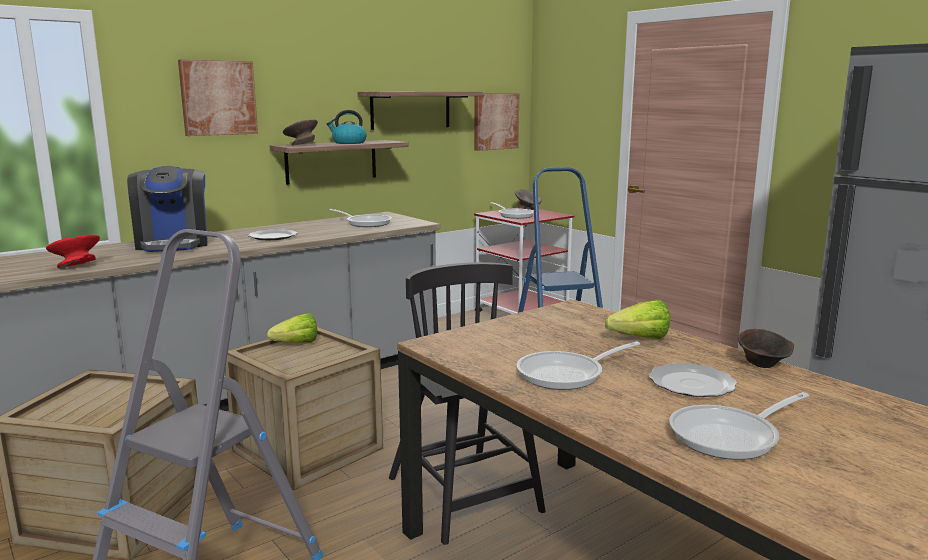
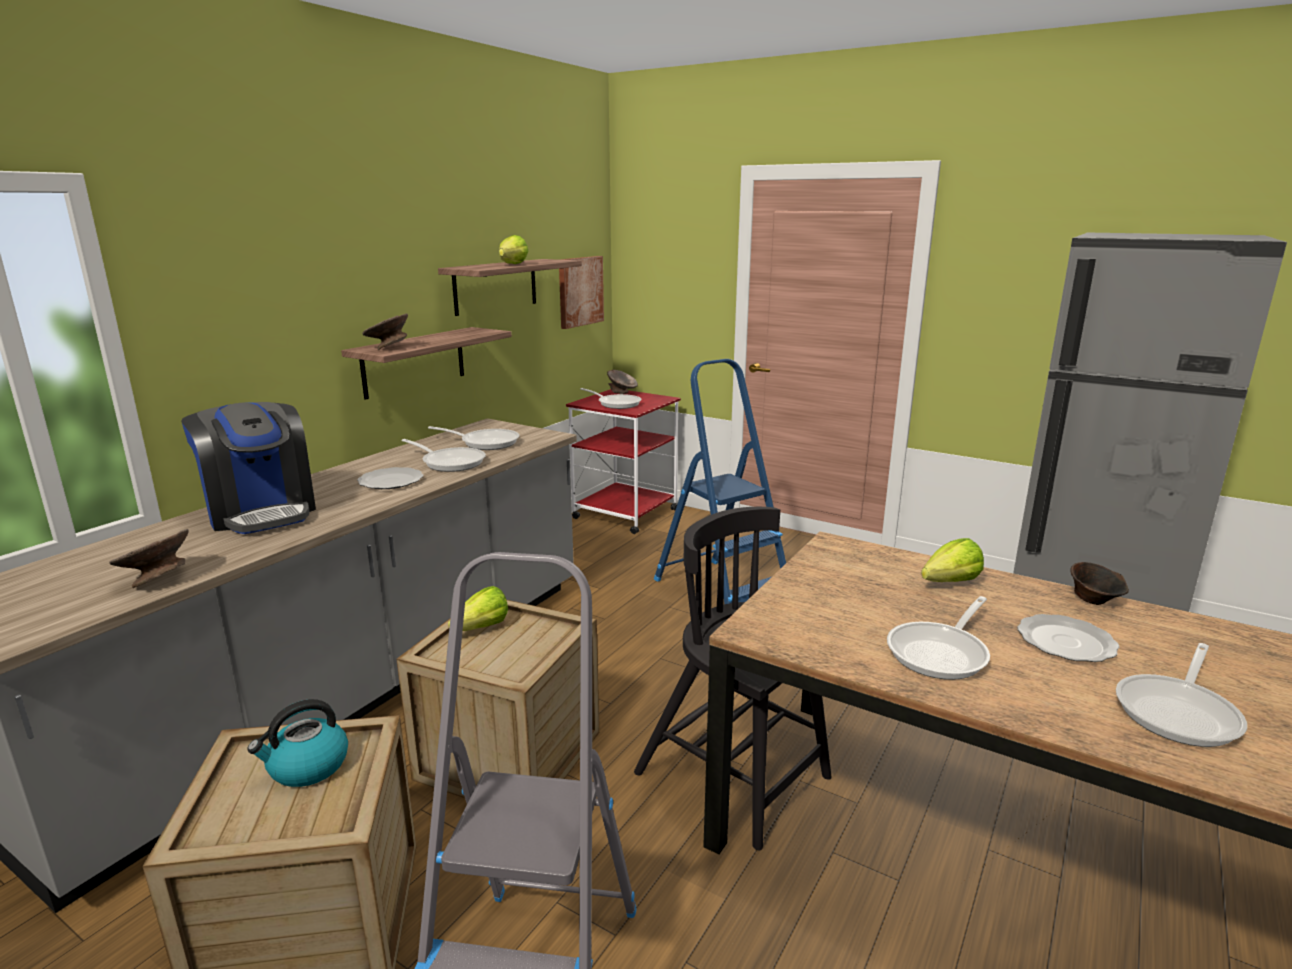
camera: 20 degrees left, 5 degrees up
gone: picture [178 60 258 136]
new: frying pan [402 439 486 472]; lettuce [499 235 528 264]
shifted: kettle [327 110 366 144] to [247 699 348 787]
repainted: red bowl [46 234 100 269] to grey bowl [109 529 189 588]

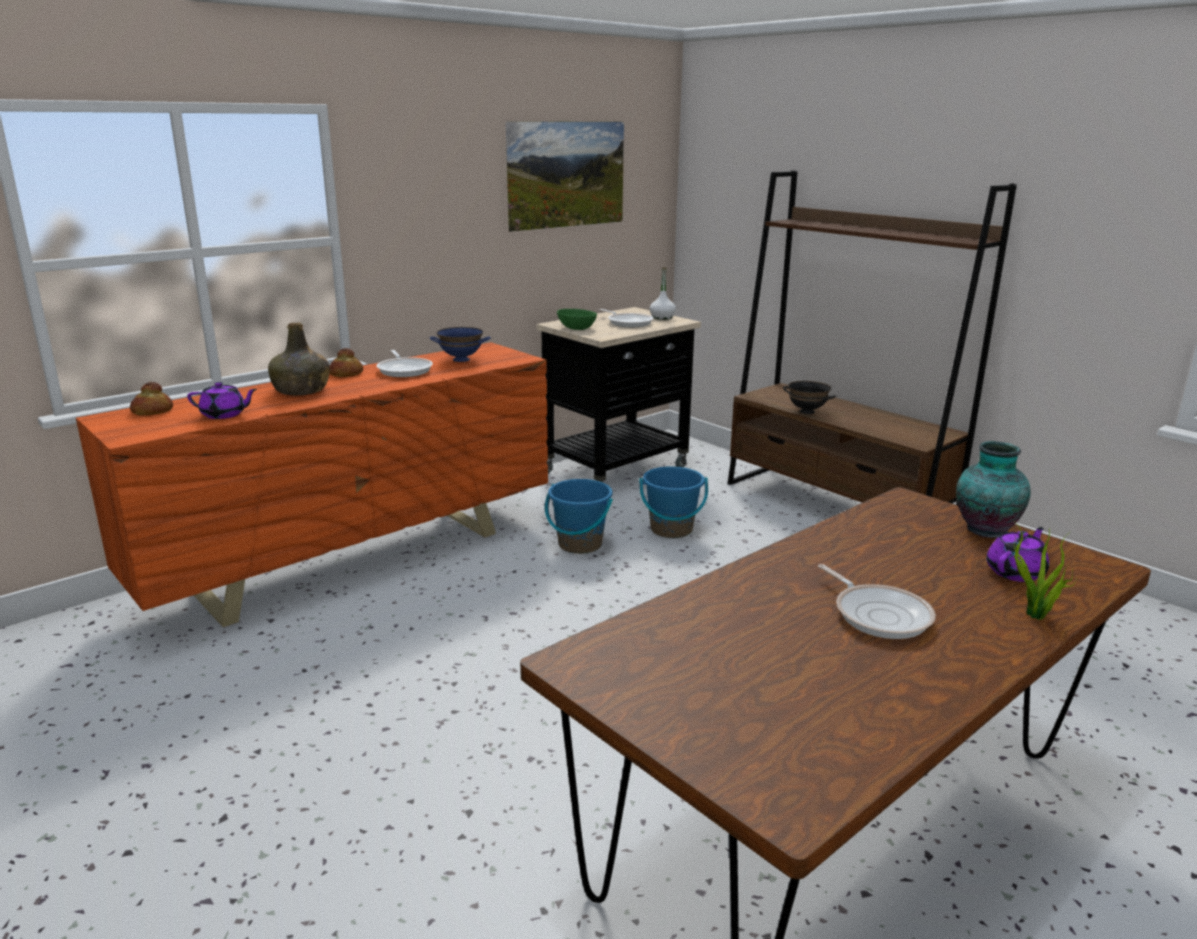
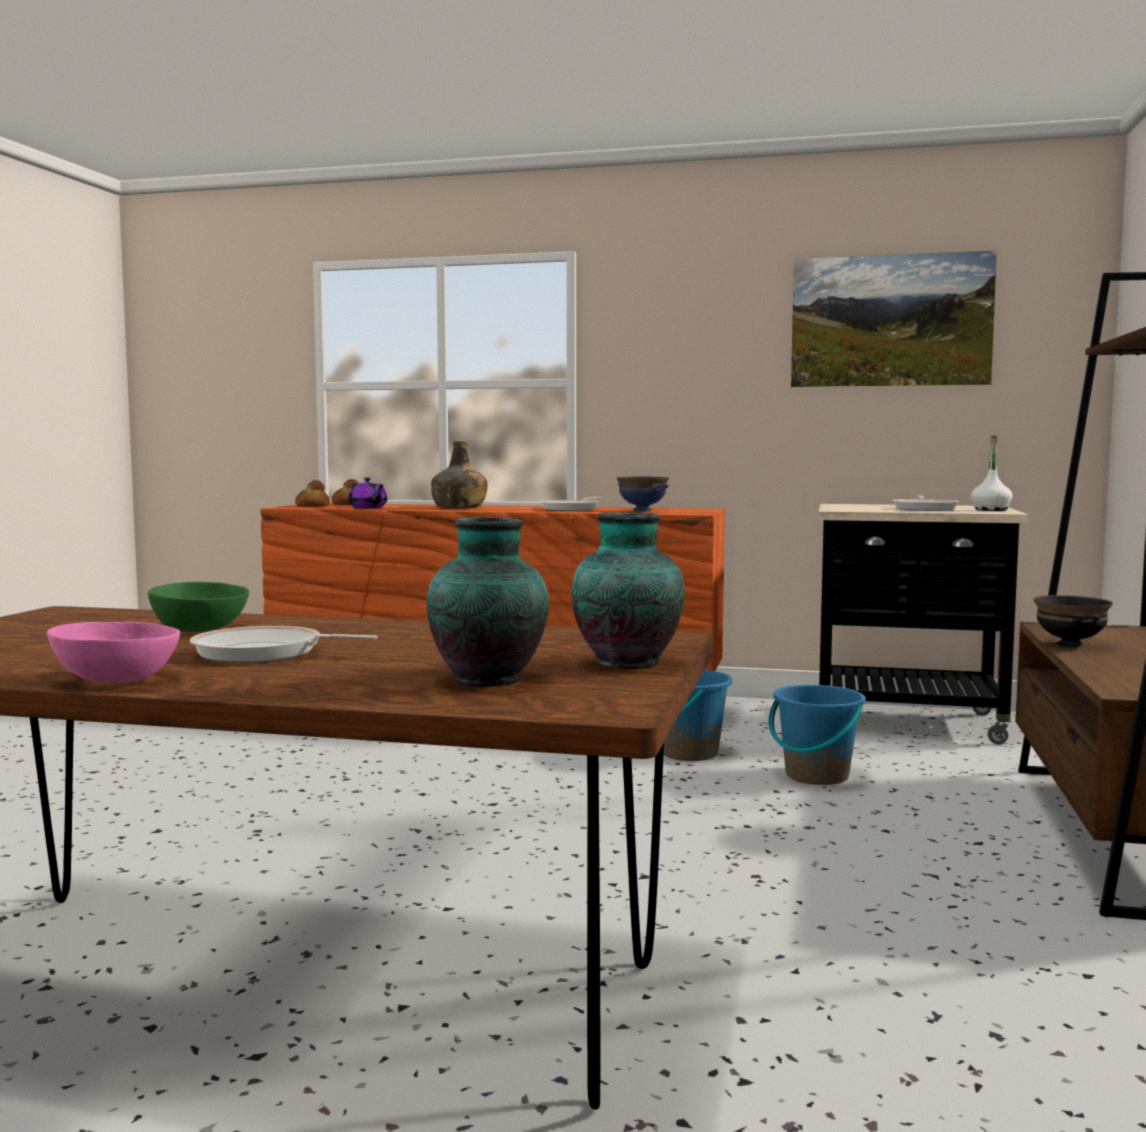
camera: 55 degrees right, 15 degrees down
gone: potted plant [1014 521 1077 620]
new: pink bowl [47 622 180 683]
shifted: green bowl [557 309 597 330] to [148 582 250 632]; bread [329 348 363 377] to [295 480 330 507]
swapped: purple teapot [986 527 1049 582] to vase [427 517 549 687]
rotated: frying pan [818 564 936 639] = [190 626 378 662] 75 degrees clockwise

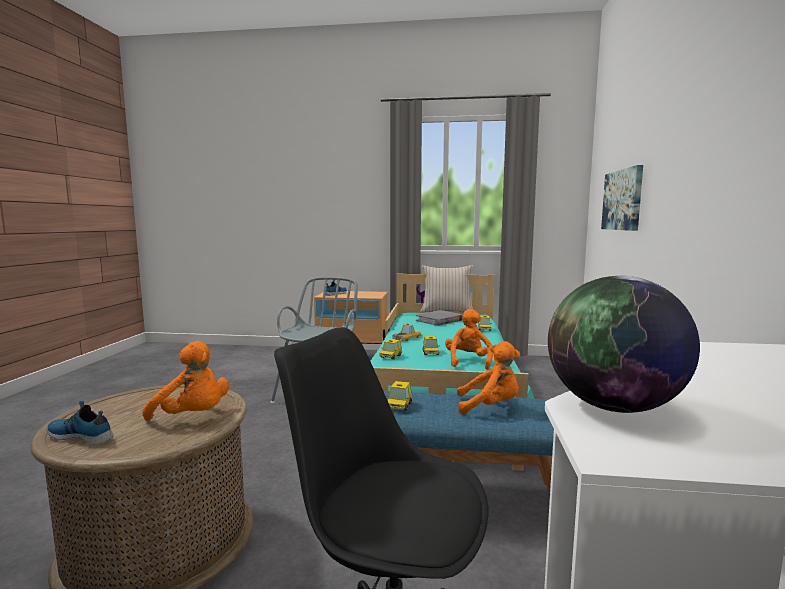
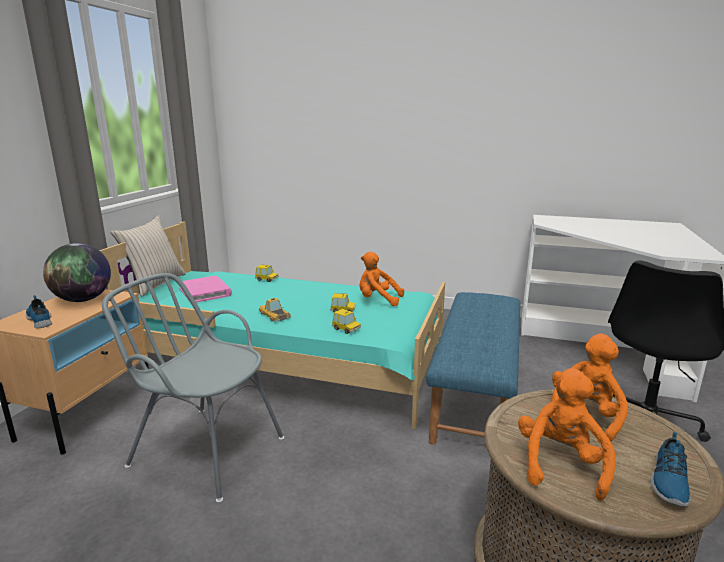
camera: 80 degrees left, 10 degrees up
gone: toy car [387 381 412 411]; picture [601 165 643 231]
shifted: globe [548 276 700 413] to [43 243 111 302]; orange plush toy [457 341 520 415] to [518 368 616 501]
repainted: grey book [416 310 463 326] to pink book [180 276 232 303]

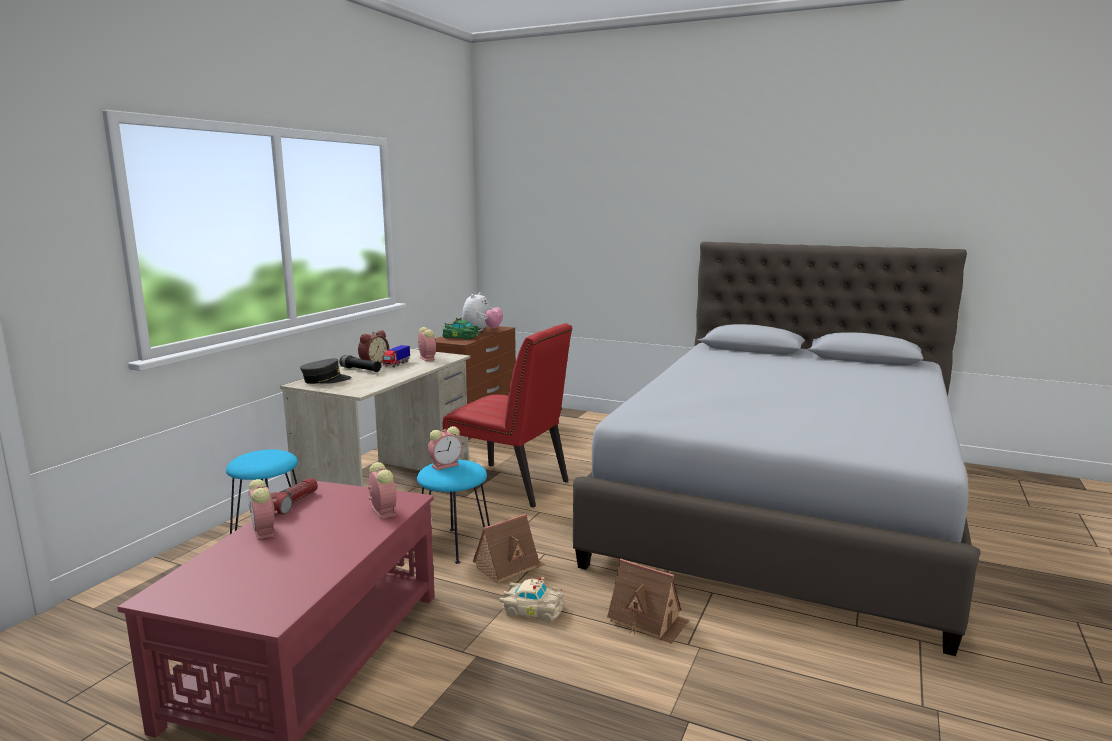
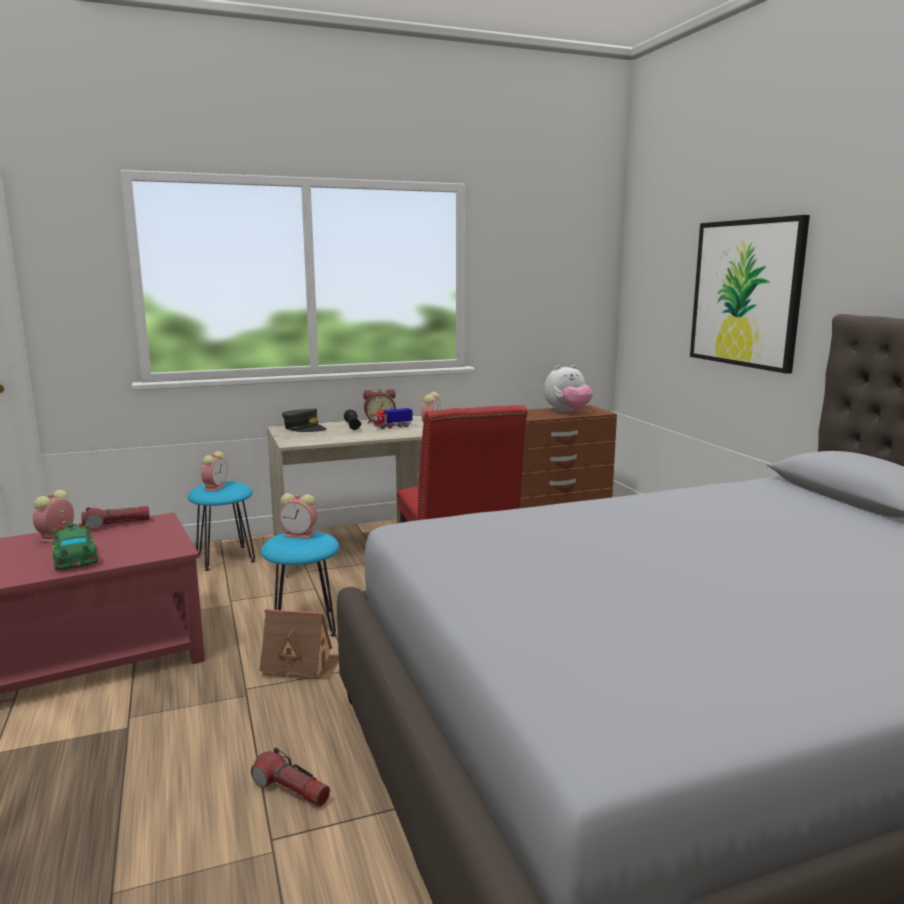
camera: 45 degrees right, 0 degrees up
gone: beige toy car [499 577 565 623]
new: picture [690 215 810 374]
shifted: green toy car [442 318 481 340] to [52 522 98 570]; alarm clock [368 462 397 519] to [201 451 227 492]
swapped: toy house [607 558 690 644] to flashlight [251 748 330 807]

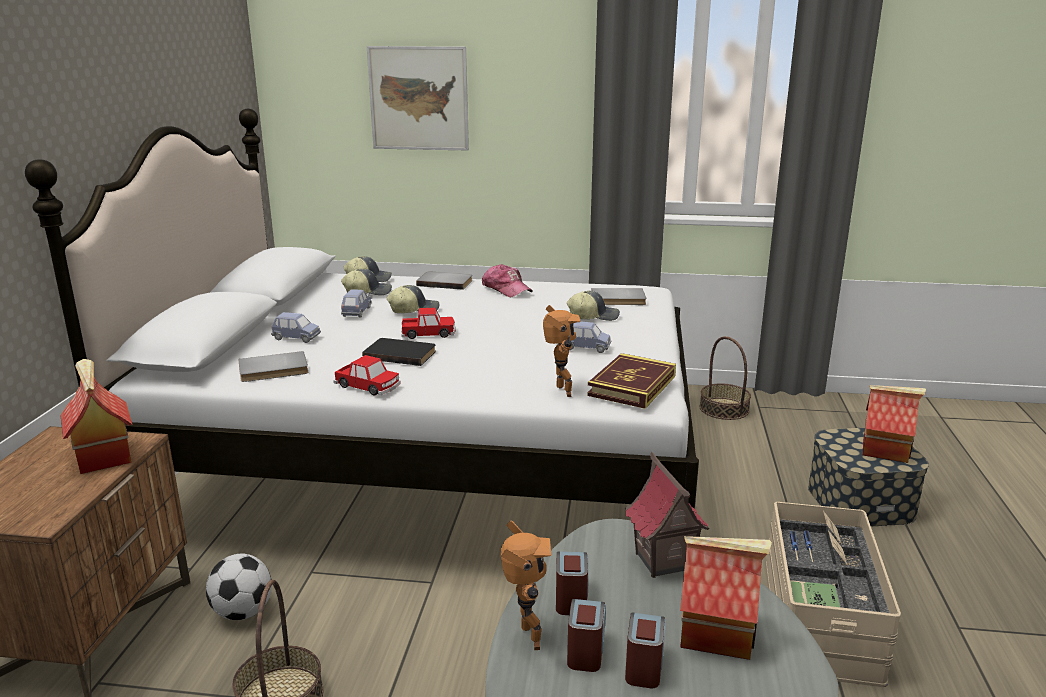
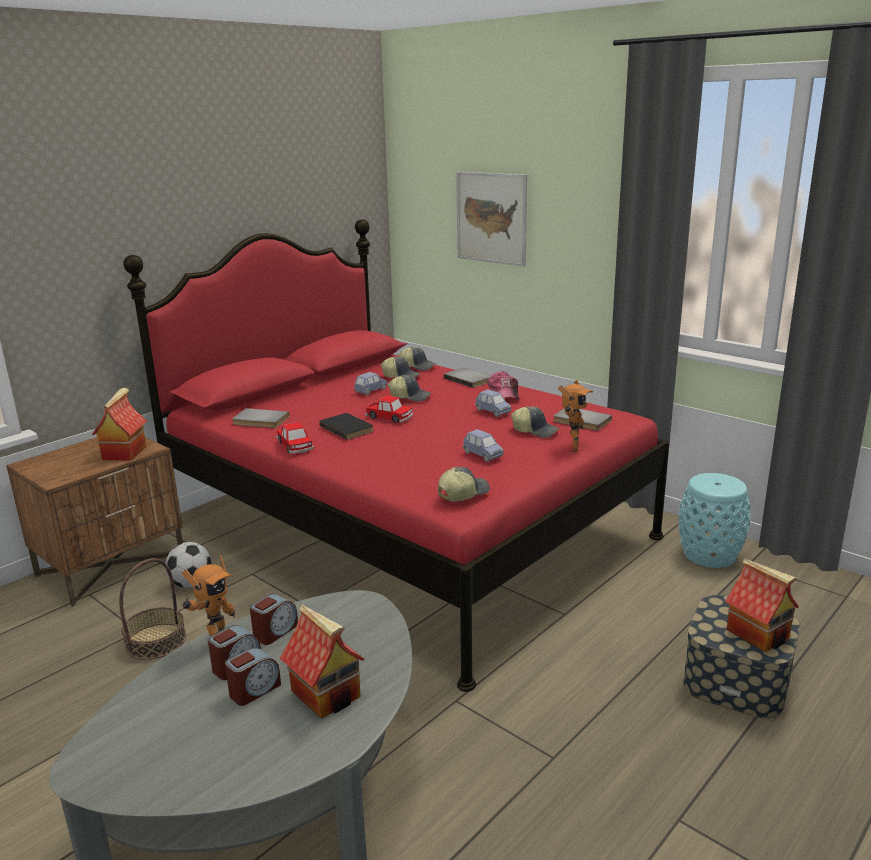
camera: 35 degrees right, 0 degrees up
gone: toy house [625 452 710 578]; beige storage box [765 502 901 687]
shifted: blue toy car [271 312 321 343] to [475 390 512 417]; toy robot [543 305 581 397] to [558 380 593 452]
swapped: book [587 353 676 409] to cap [438 467 490 502]; basket [699 336 751 420] to turquoise stool [679 473 750 568]
repainted: white bed [25 109 699 509] to red bed [123 219 669 692]

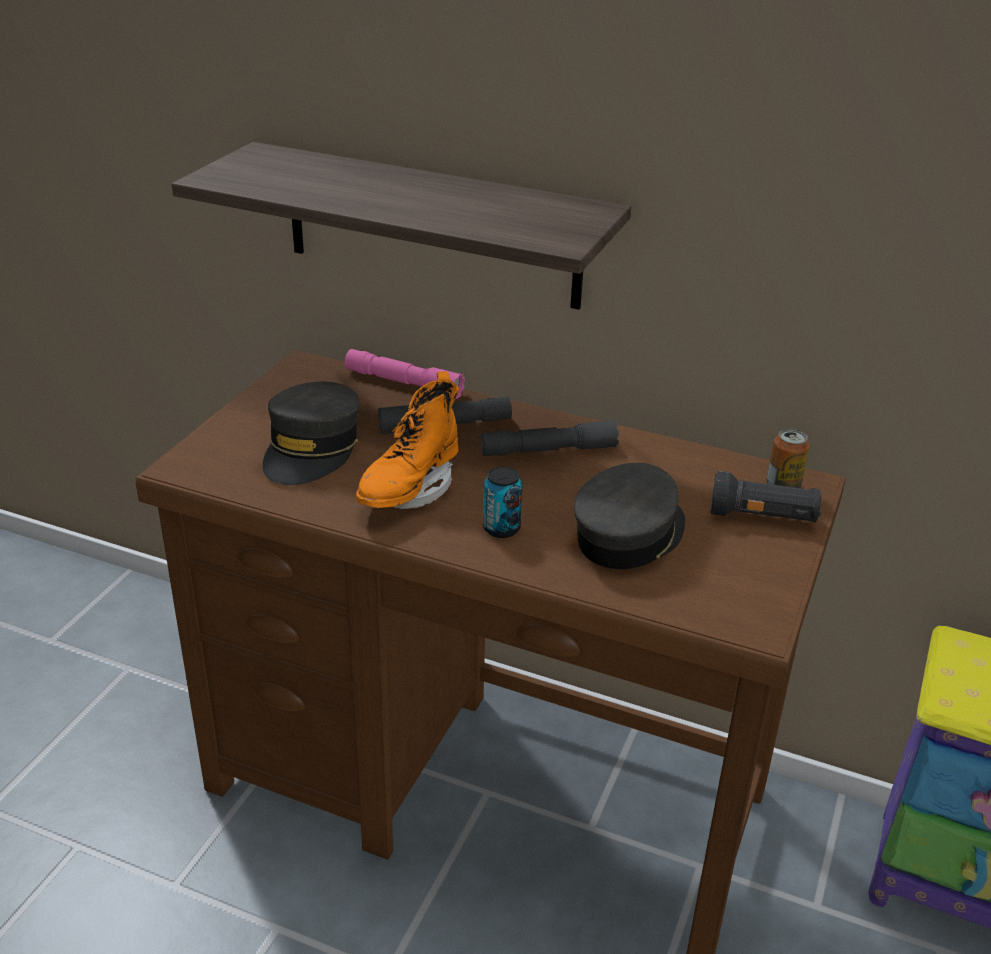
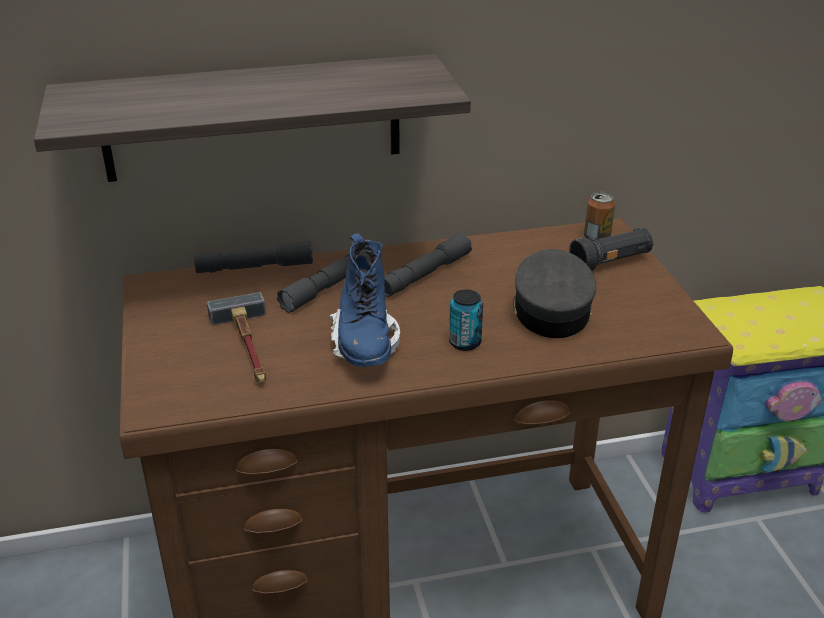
camera: 35 degrees left, 0 degrees up
swapped: grey cap [263 382 360 485] to hammer [207 292 266 382]
repainted: pink flashlight [345 349 465 399] to grey flashlight [194 241 313 273]; orange boot [356 371 459 509] to blue boot [329 233 400 367]

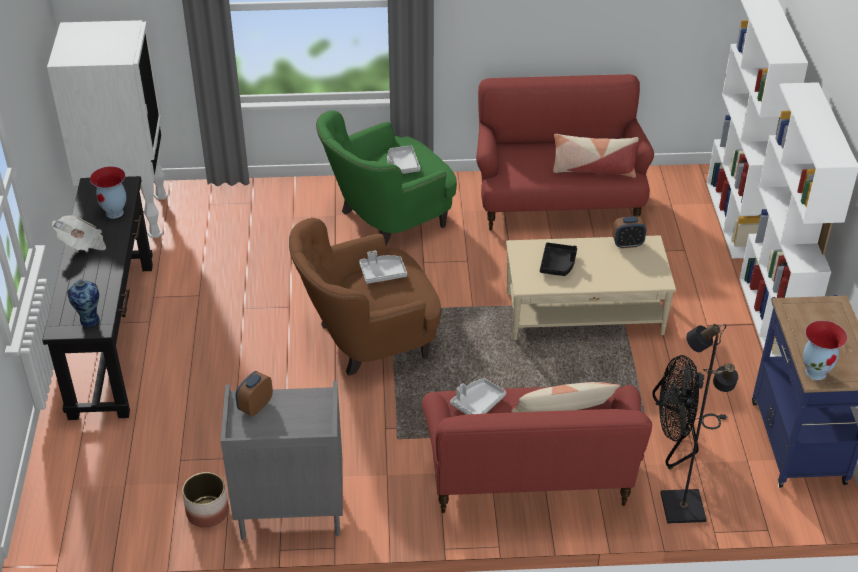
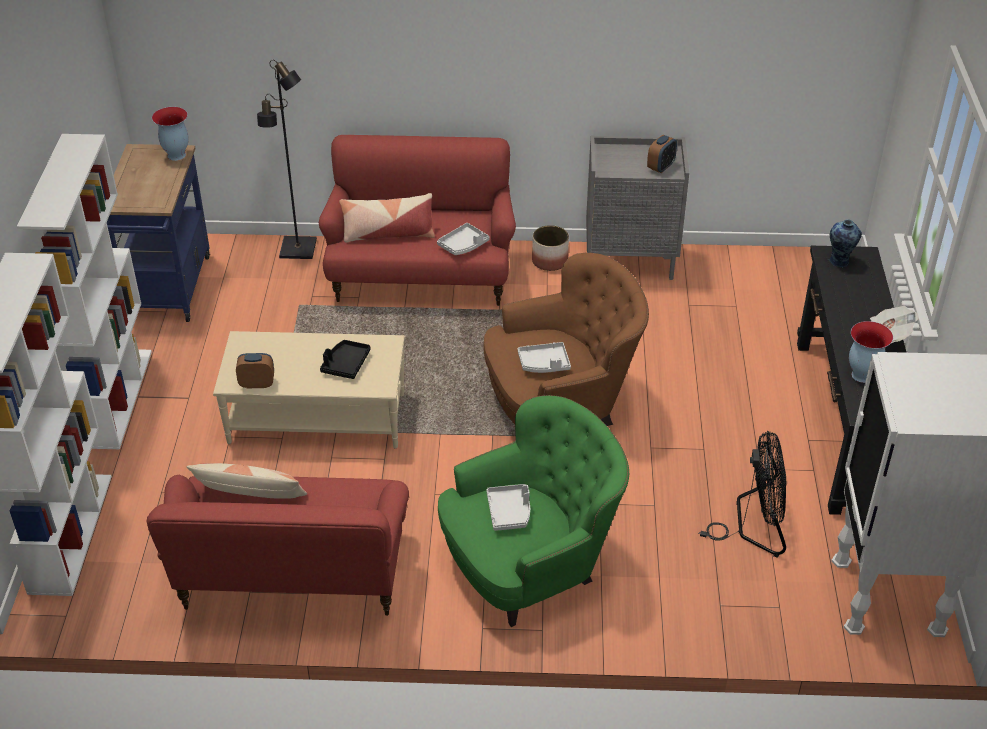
camera: 175 degrees left, 0 degrees up
shifted: planter [182 472 229 528] to [532 225 569 271]; black fan [652 355 726 470] to [698 431 786 558]

